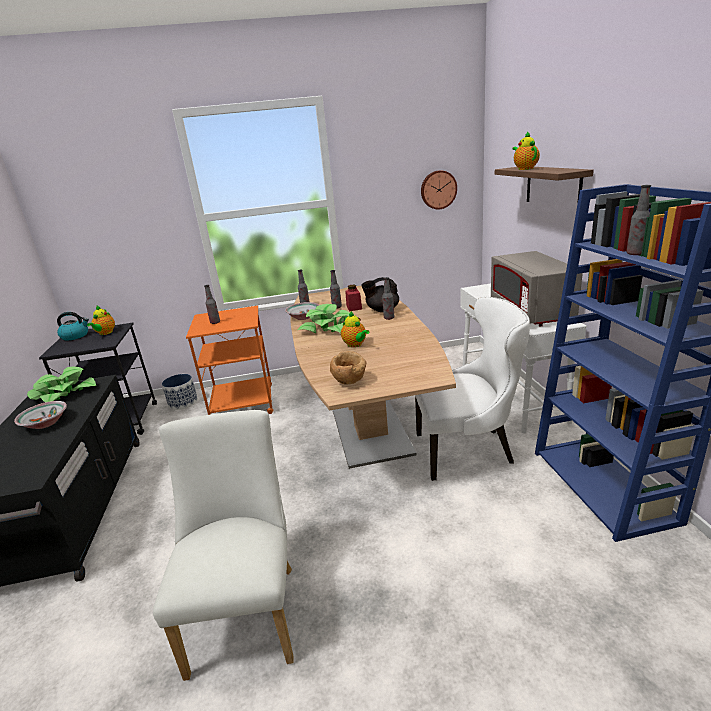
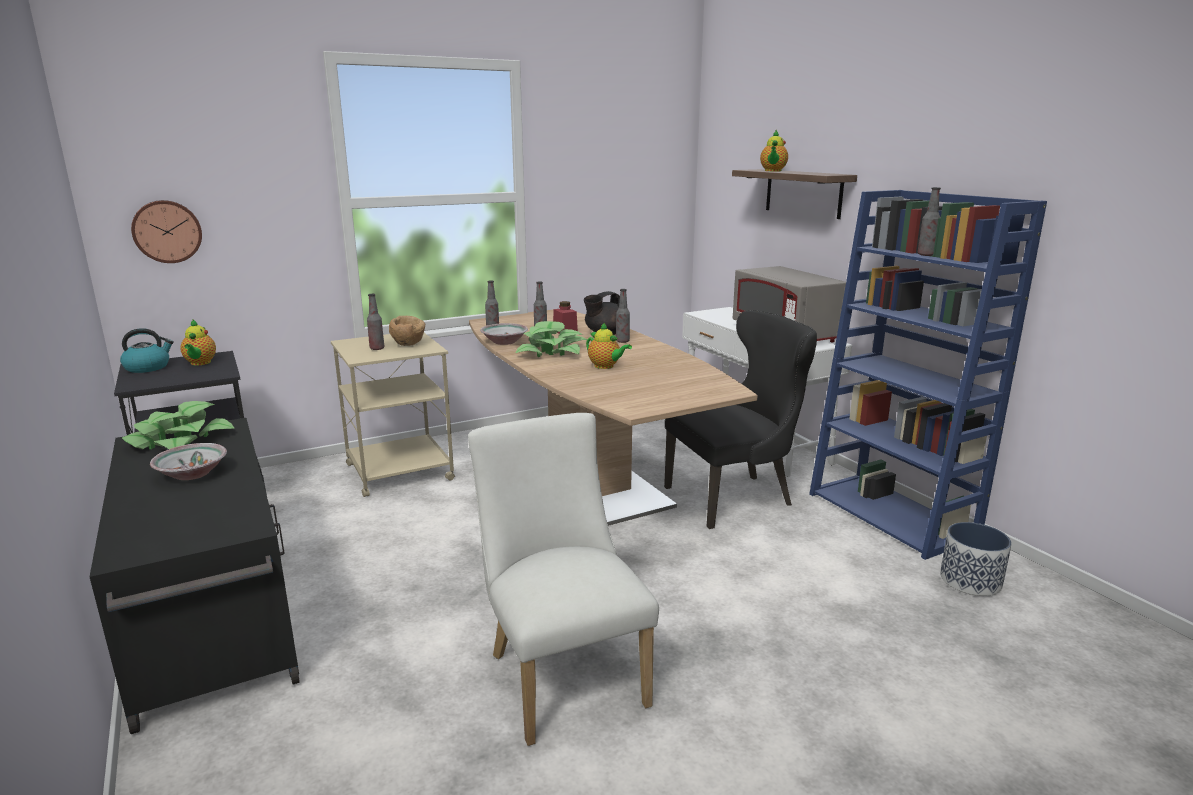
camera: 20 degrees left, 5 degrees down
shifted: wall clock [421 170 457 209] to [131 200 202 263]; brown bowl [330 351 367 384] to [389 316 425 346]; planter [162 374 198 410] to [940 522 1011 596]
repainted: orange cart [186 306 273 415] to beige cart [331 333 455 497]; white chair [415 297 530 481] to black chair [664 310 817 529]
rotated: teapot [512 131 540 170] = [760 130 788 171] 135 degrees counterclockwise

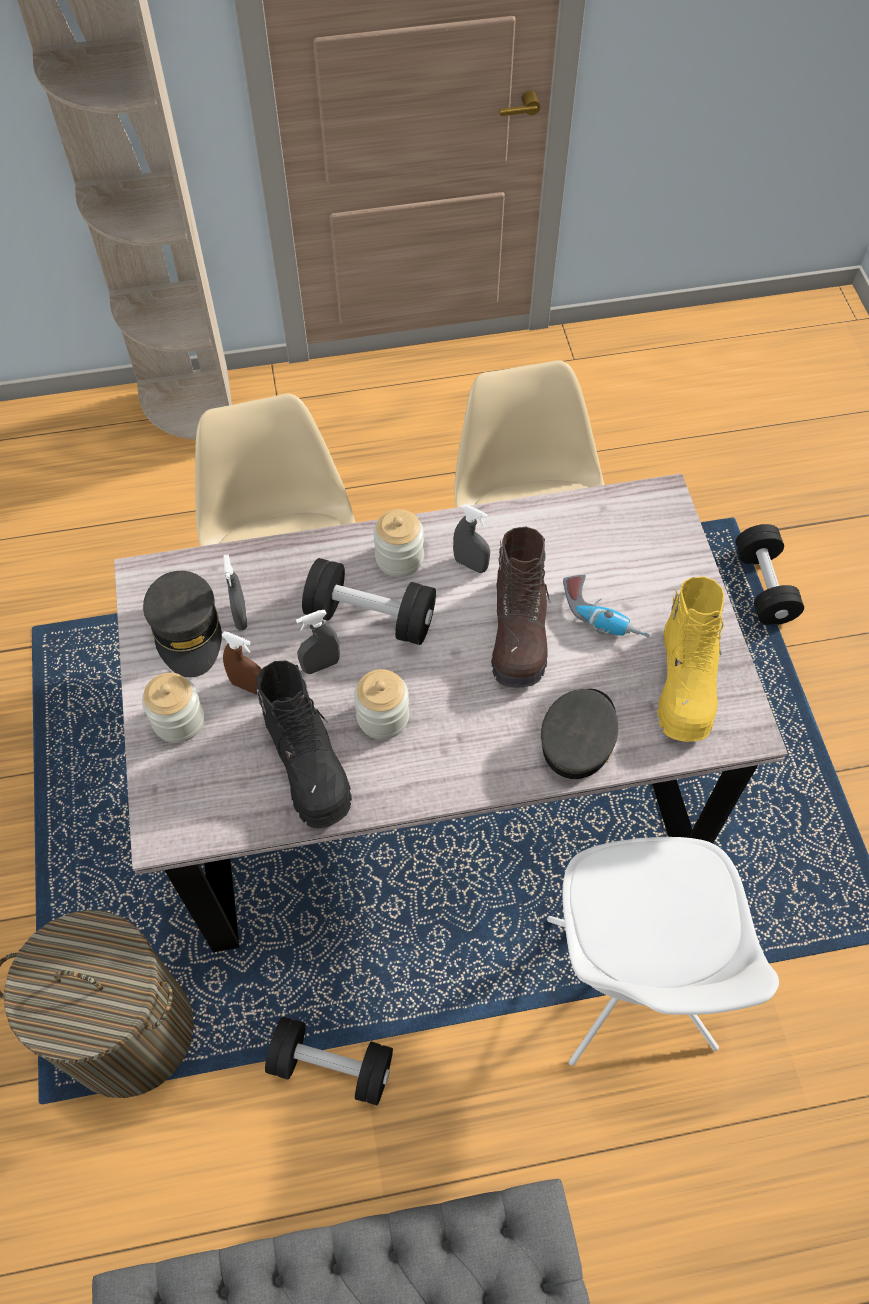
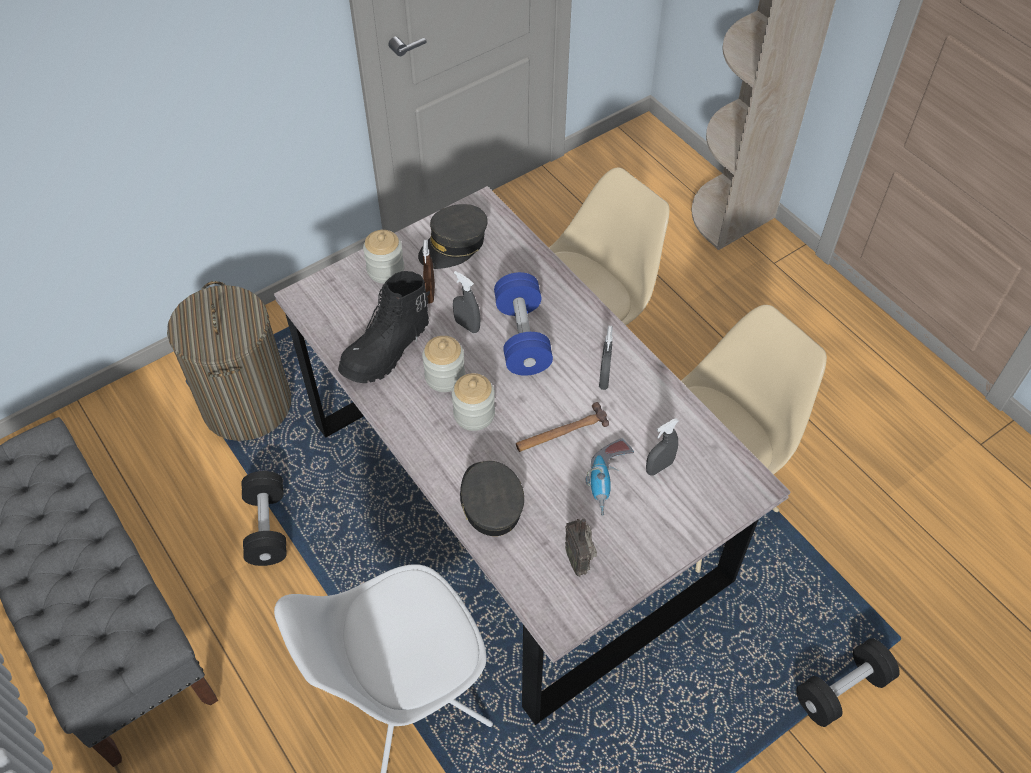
camera: 65 degrees right, 5 degrees down
shifted: jar [373 509 424 577] to [452 373 495 431]; grey spray bottle [223 554 248 630] to [646 418 679 476]
swapped: brown boot [491 527 551 688] to hammer [516 402 609 452]; yellow boot [657 576 724 742] to radio [565 519 597 577]
repainted: black dumbbell [302 558 436 645] to blue dumbbell [494 272 553 376]
rotated: grey cap [541 689 618 779] = [460 461 524 536] 105 degrees counterclockwise

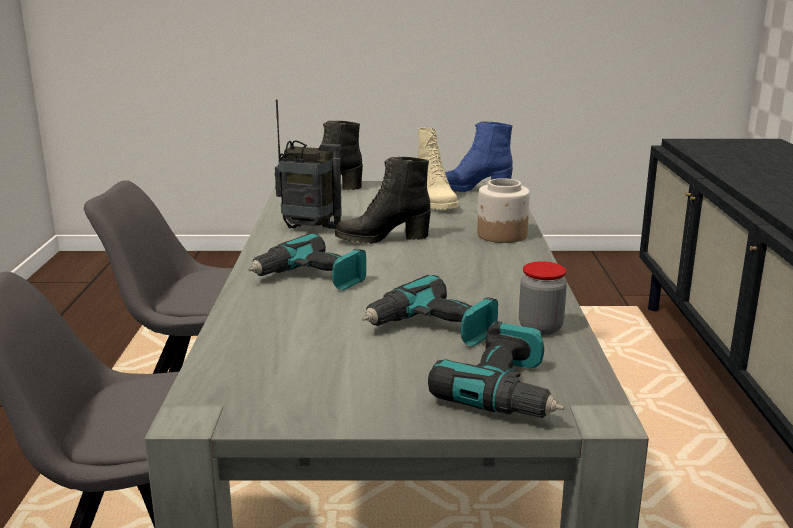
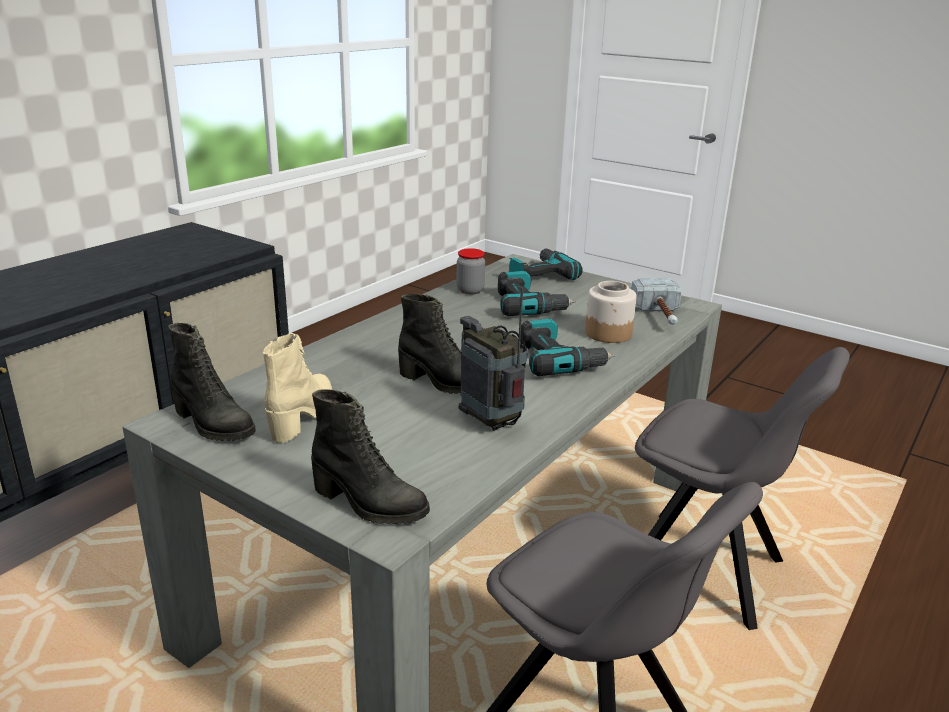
camera: 145 degrees left, 5 degrees up
new: hammer [631 278 681 325]
shifted: jar [477 178 530 243] to [585 281 637 343]
repainted: blue boot [445 121 513 192] to black boot [168 323 256 441]

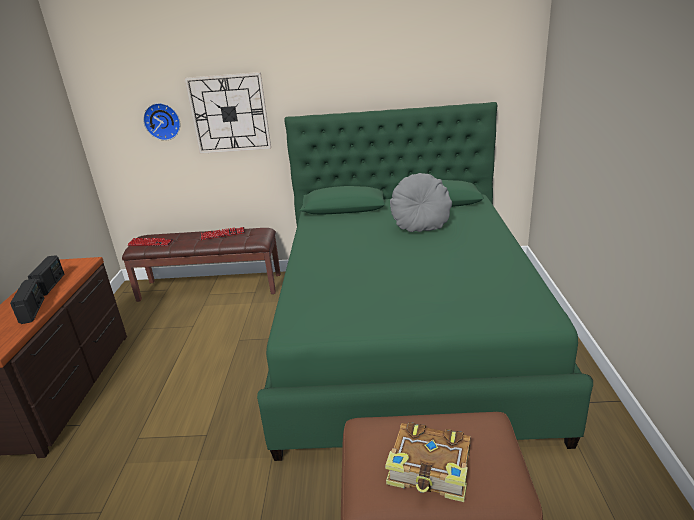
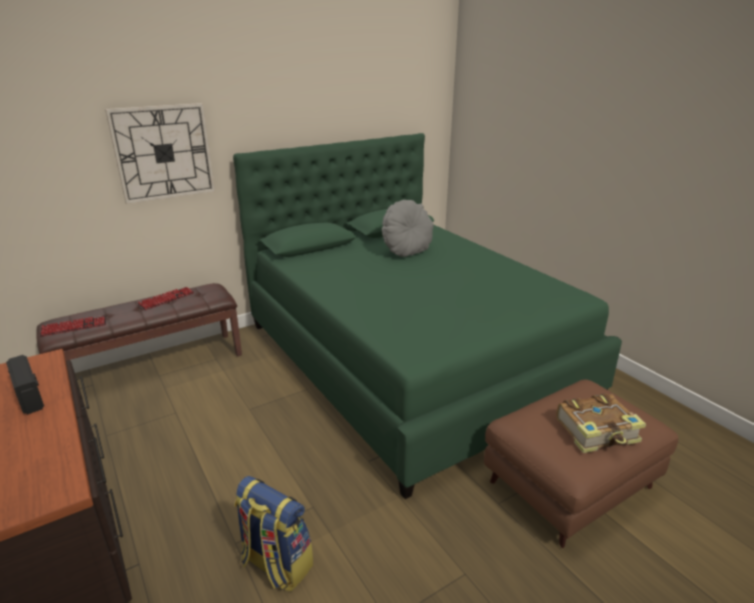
camera: 35 degrees left, 0 degrees up
gone: radio [10 278 44 324]; wall clock [143 103 180 141]
new: backpack [234 476 313 591]

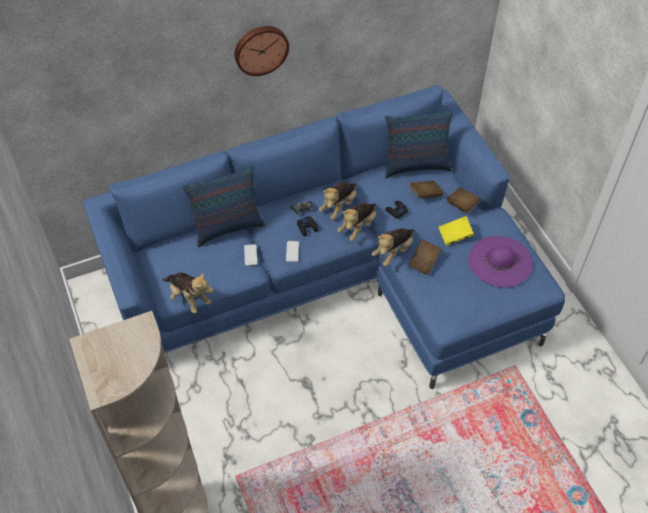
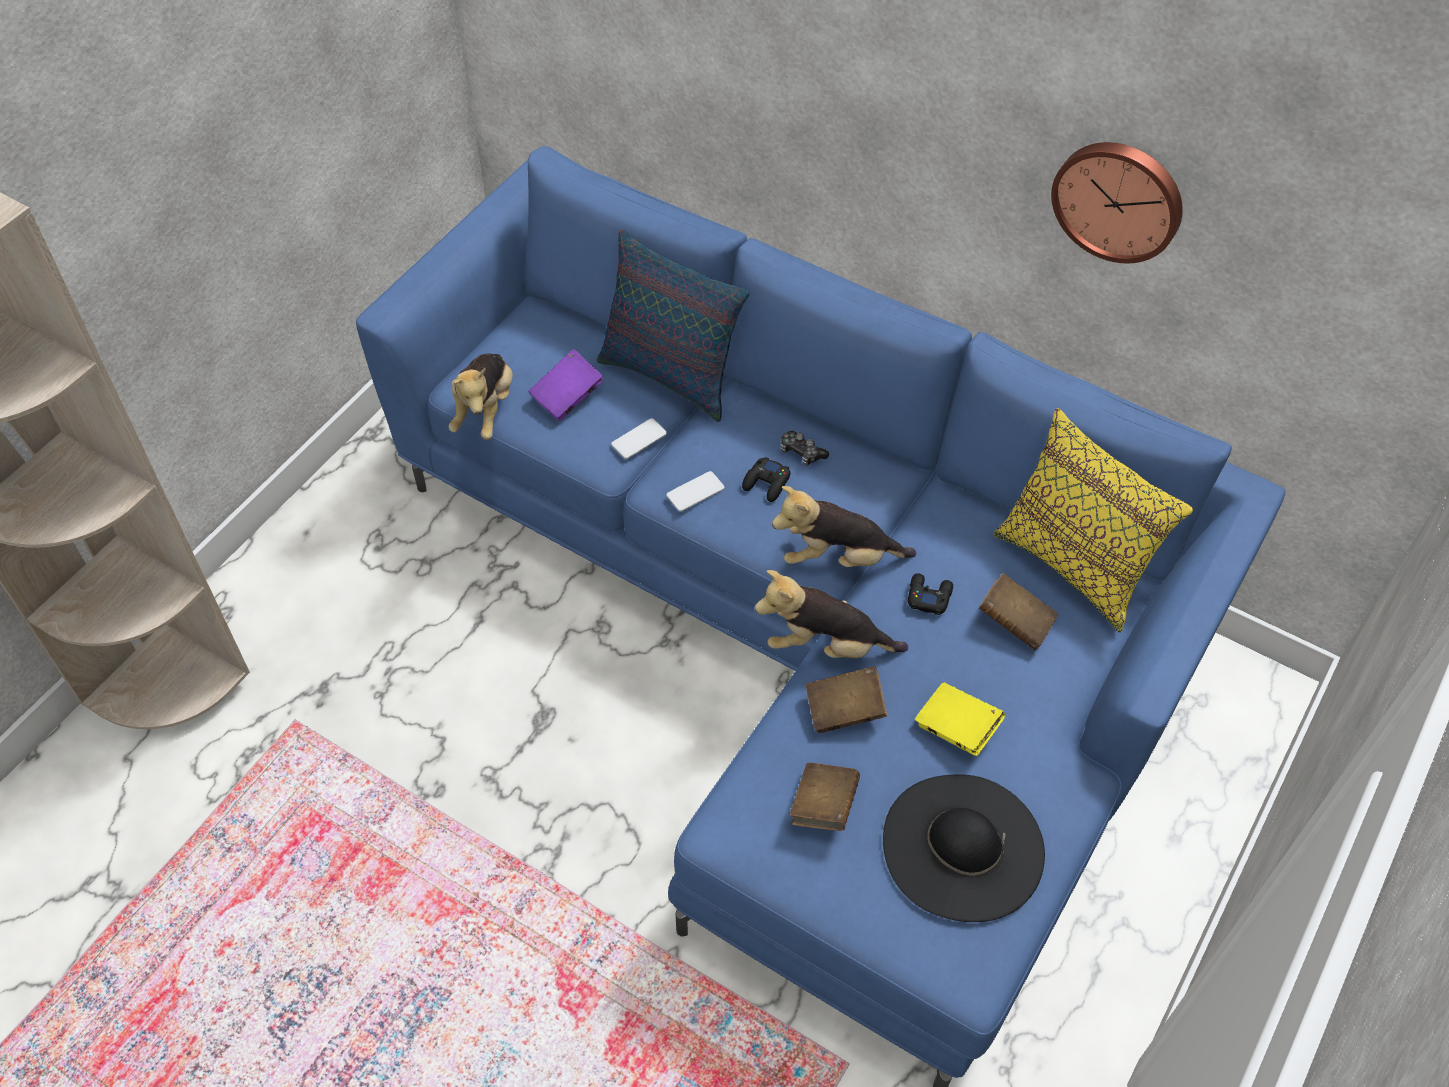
camera: 55 degrees right, 0 degrees up
gone: plush toy [319 182 357 220]
new: purple book [529 349 604 421]
shifted: brown book [446 187 481 213] to [790 763 860 831]; wall clock [234 26 289 76] to [1051 142 1183 263]
repainted: purple hat [468 236 533 288] to black hat [883 774 1045 922]; blue pillow [385 110 454 178] to yellow pillow [994 408 1193 632]

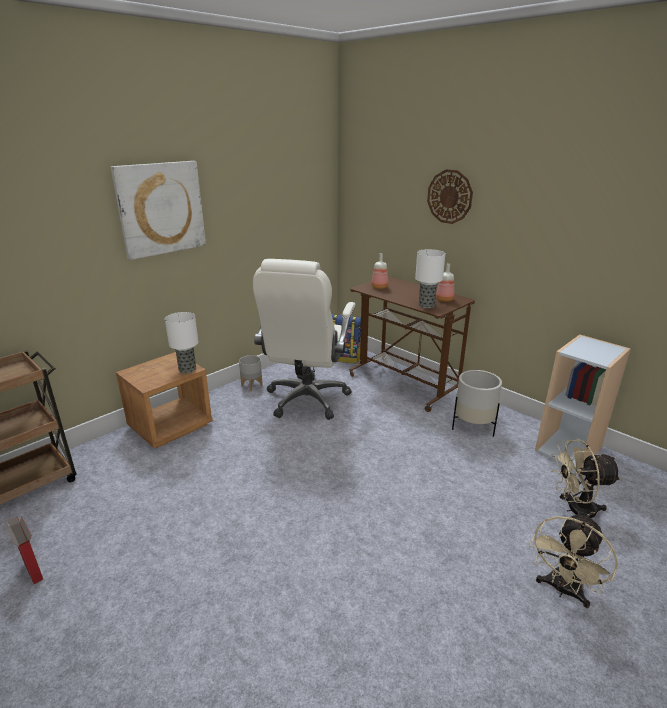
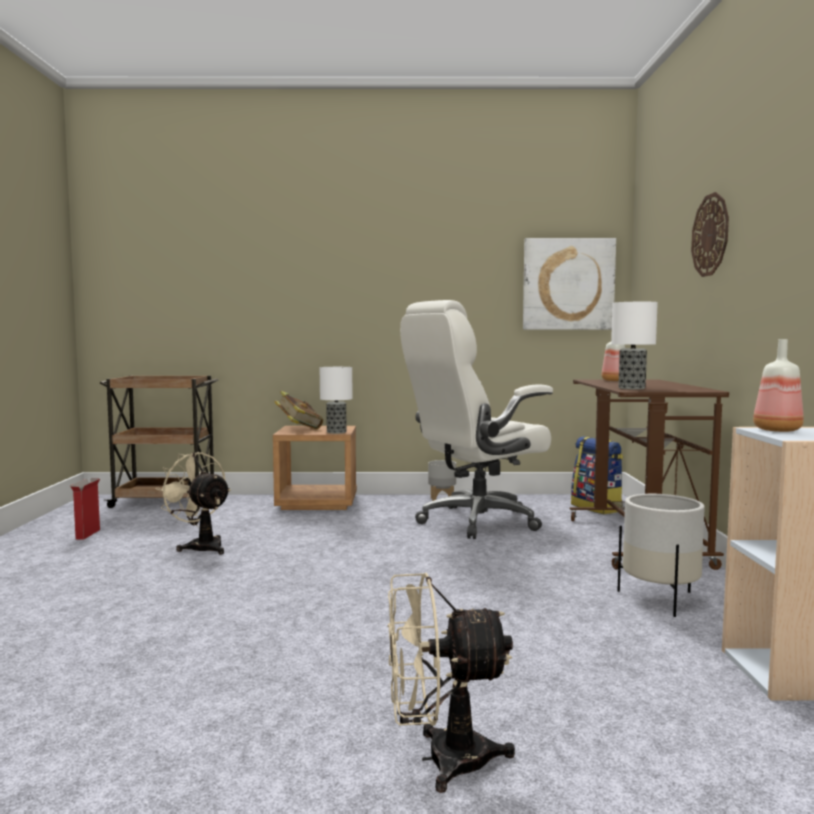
camera: 45 degrees right, 20 degrees down
new: book [274 391 323 429]
shifted: beige fan [551 439 621 518] to [155 452 231 555]; picture [111 161 206 260] to [523 238 616 330]; bottle [436 263 454 302] to [753 339 804 432]

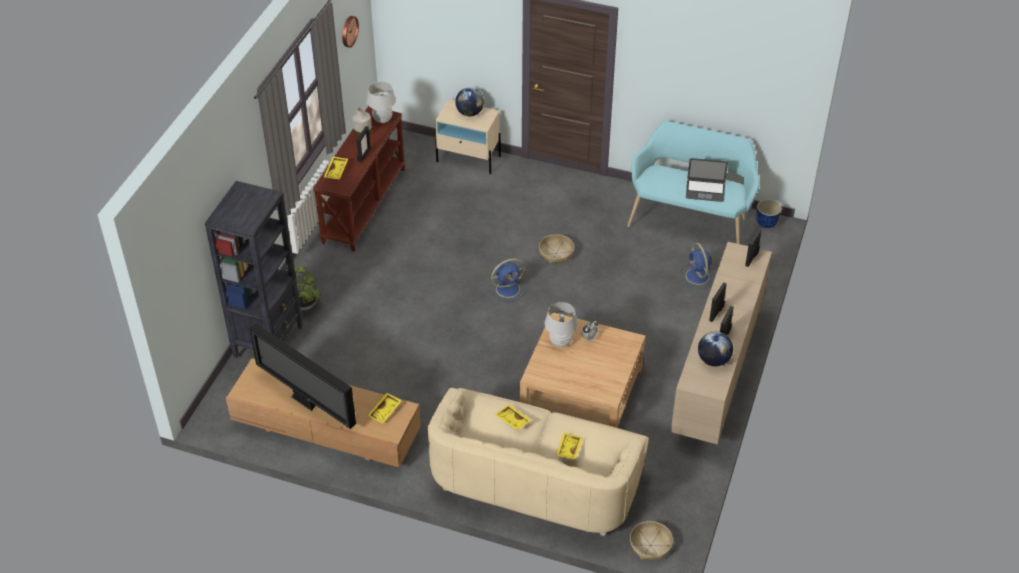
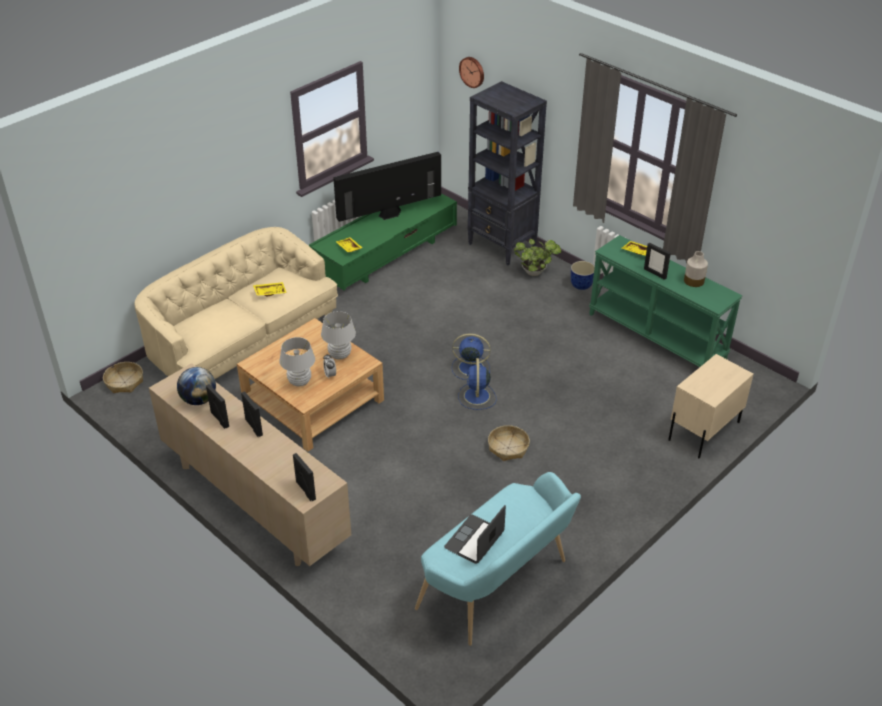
camera: 115 degrees right, 5 degrees down
gone: globe [455 88 484 116]; yellow tray [556 433 583 460]
shifted: white table lamp [366 82 396 123] to [279 337 315 386]; blue fan [680 243 715 289] to [452 333 491 380]; wall clock [342 16 359 48] to [459 57 484 88]; planter [756 199 782 228] to [571 261 595 290]
repainted: brown tv stand [226 358 421 468] to green tv stand [309 193 457 290]; brown console table [313 106 405 252] to green console table [589 235 742 367]

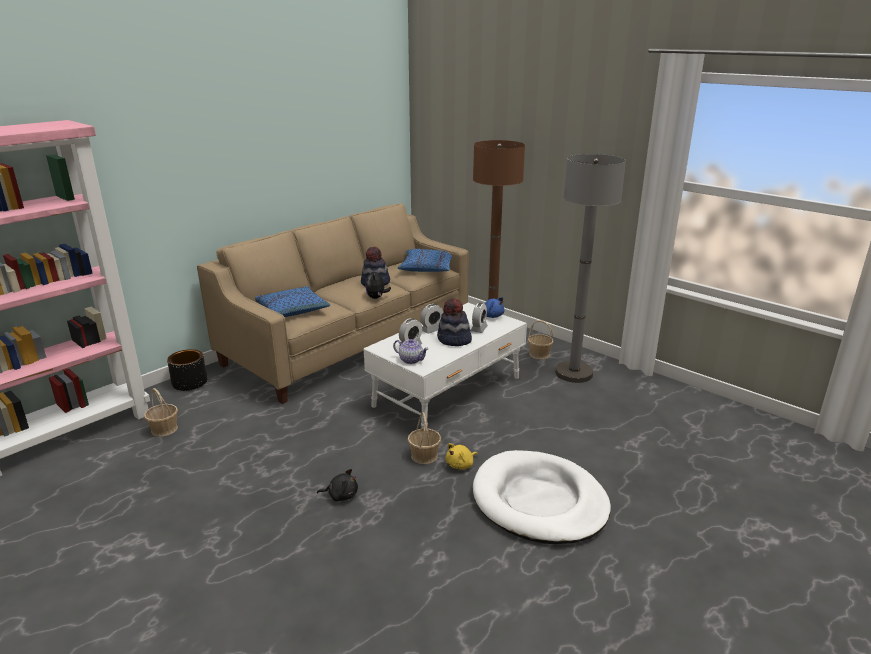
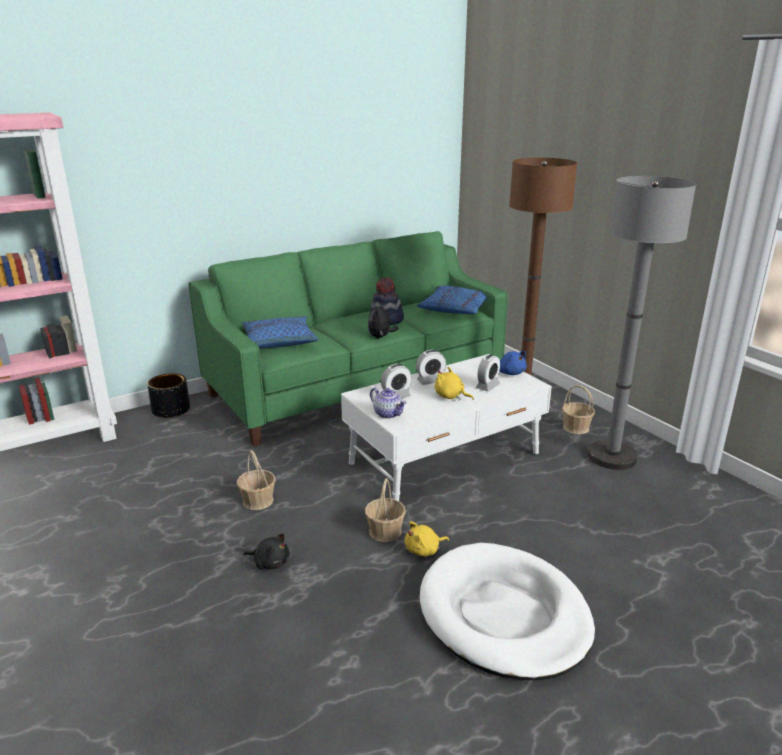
camera: 15 degrees right, 0 degrees up
shifted: basket [144 388 178 437] to [237 451 276 510]
swapped: hat [437 298 472 346] to yellow plush toy [434 367 474 400]
repainted: beige sofa [197 203 468 404] to green sofa [188 231 508 446]

